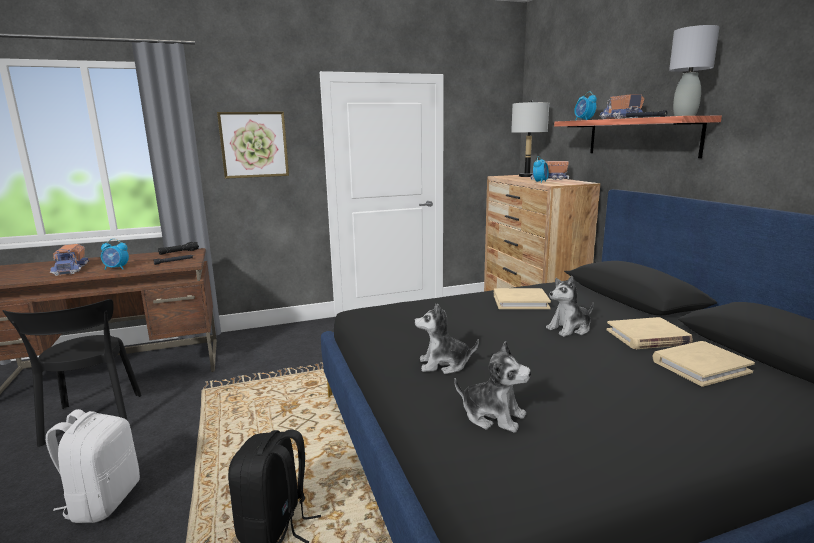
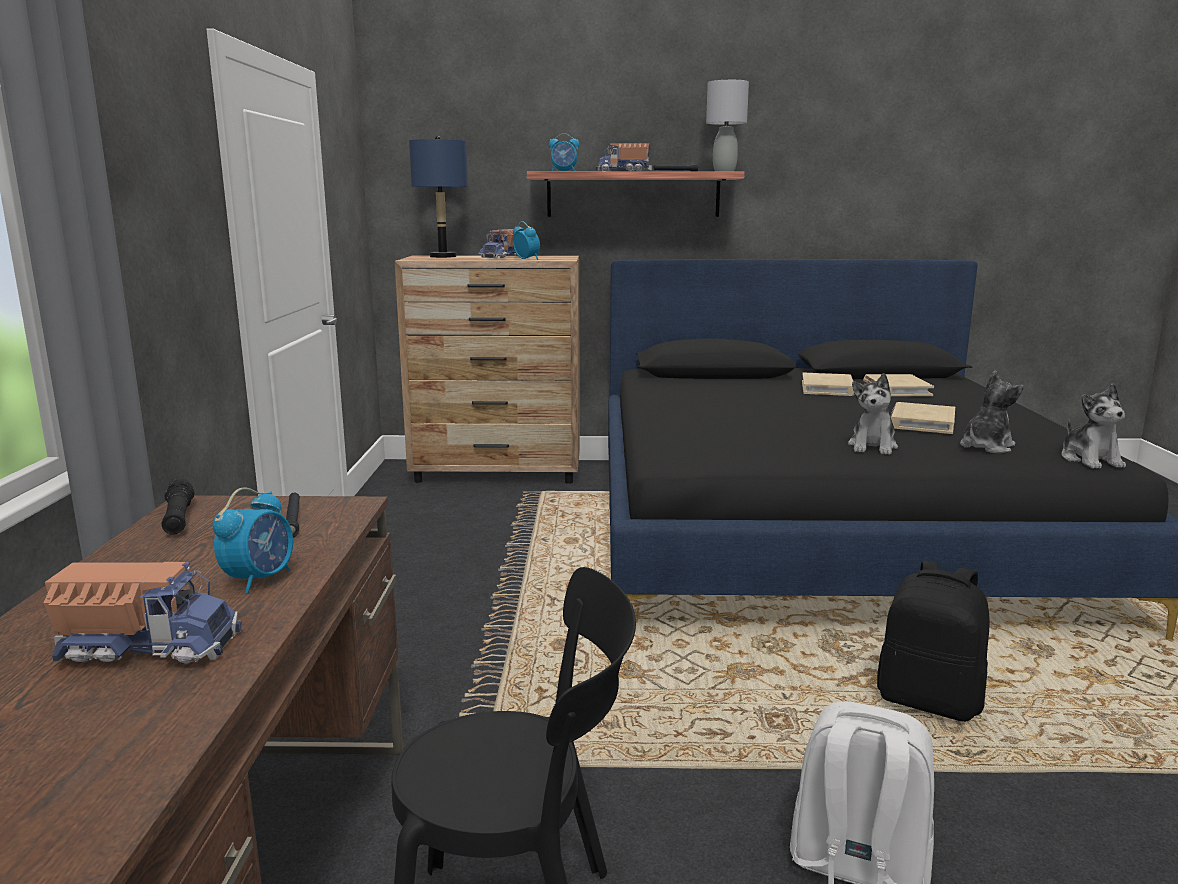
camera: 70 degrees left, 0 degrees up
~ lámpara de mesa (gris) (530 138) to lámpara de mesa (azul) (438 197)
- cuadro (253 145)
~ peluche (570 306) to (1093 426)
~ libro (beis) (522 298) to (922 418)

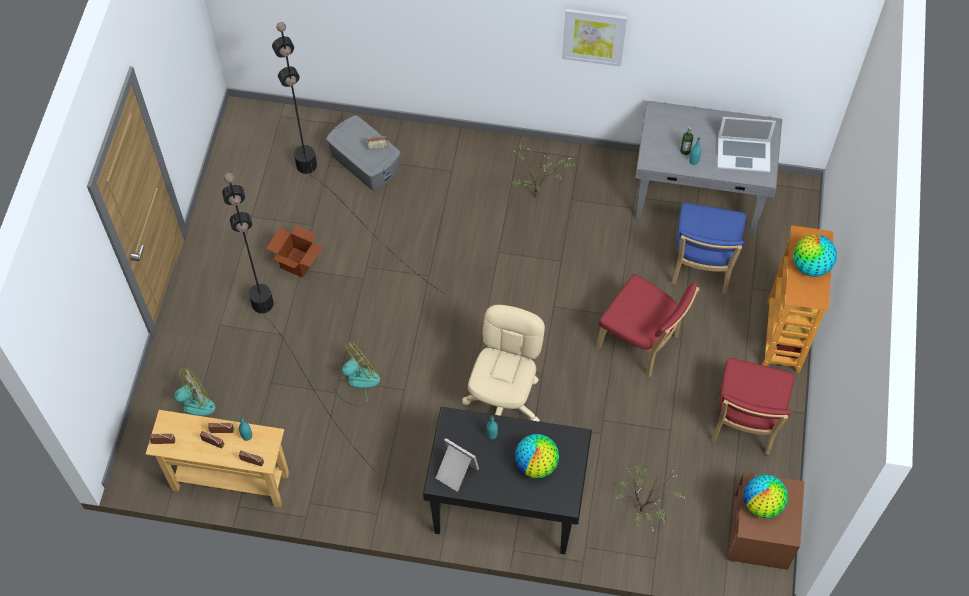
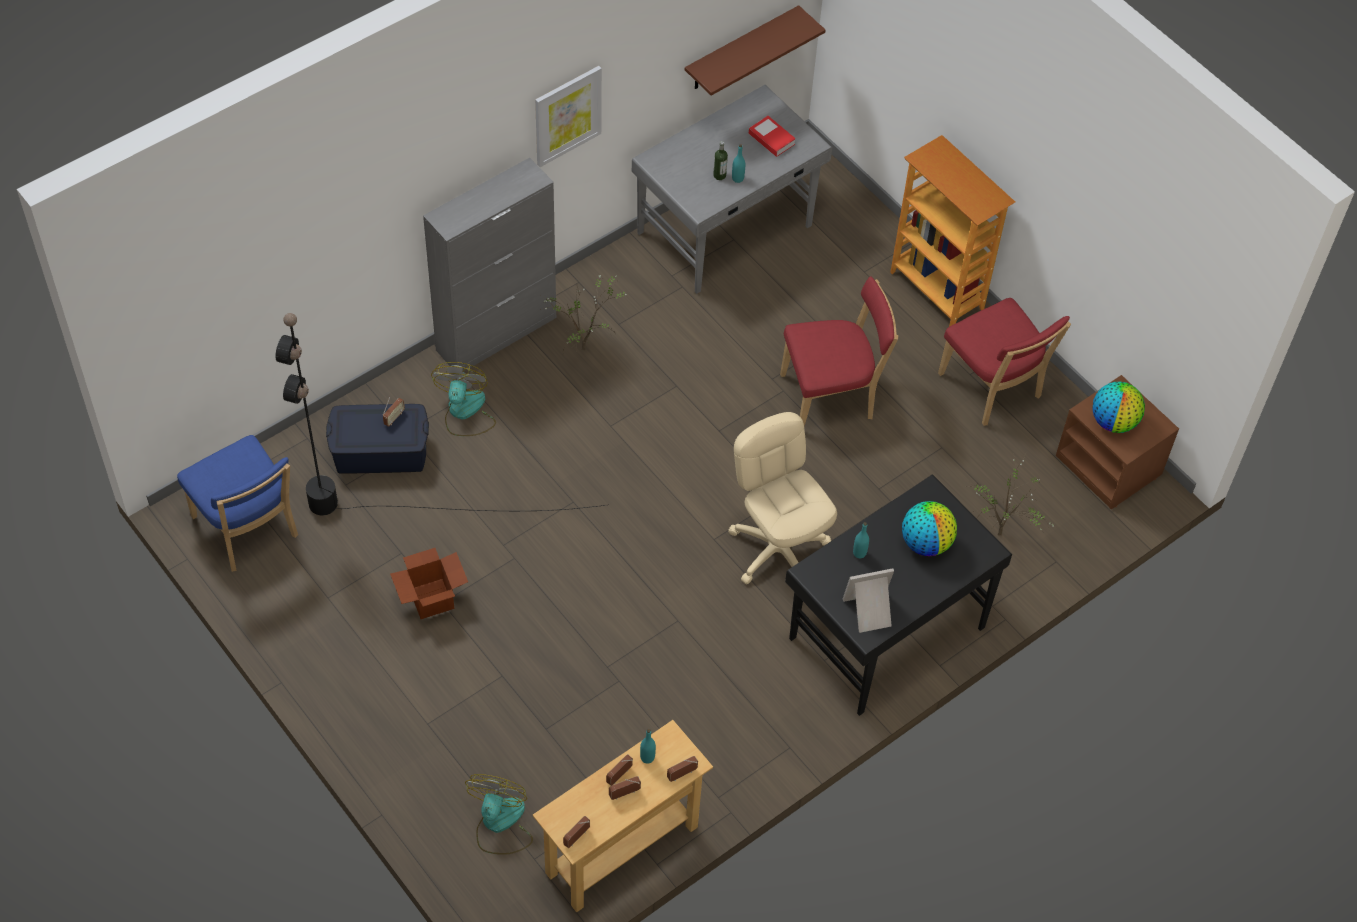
camera: 50 degrees left, 5 degrees down
~ caja de almacenaje (gris) (363 153) to caja de almacenaje (azul) (377 439)
~ portátil (746 144) to libro (772 136)
- lámpara de pie (negro) (296 319)
~ silla (azul) (708 248) to (237 503)
- globo terráqueo (815 255)
~ ventilador (357 374) to (463 399)
+ estante (marrón) (755 50)
+ armario (gris) (489 265)

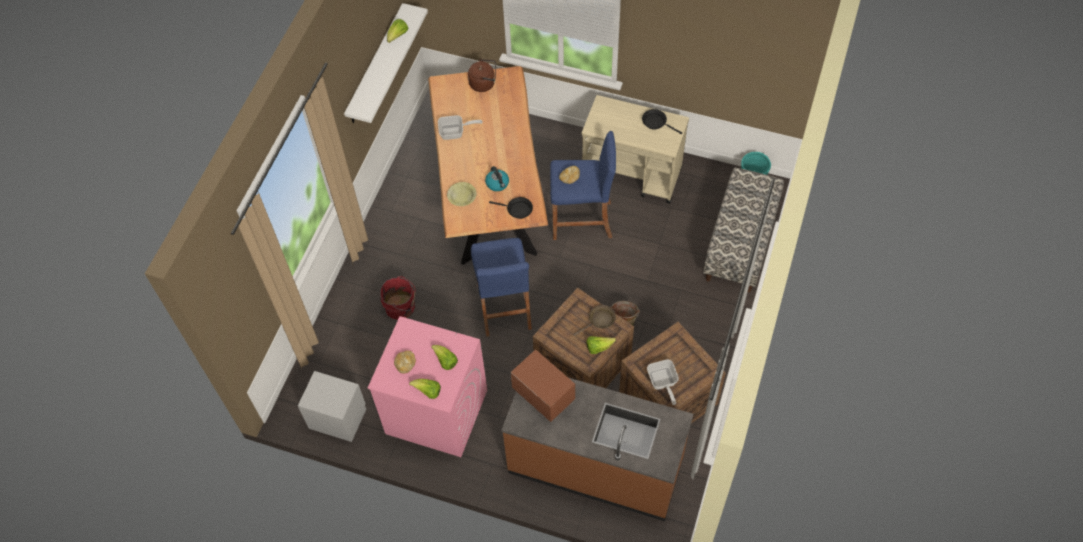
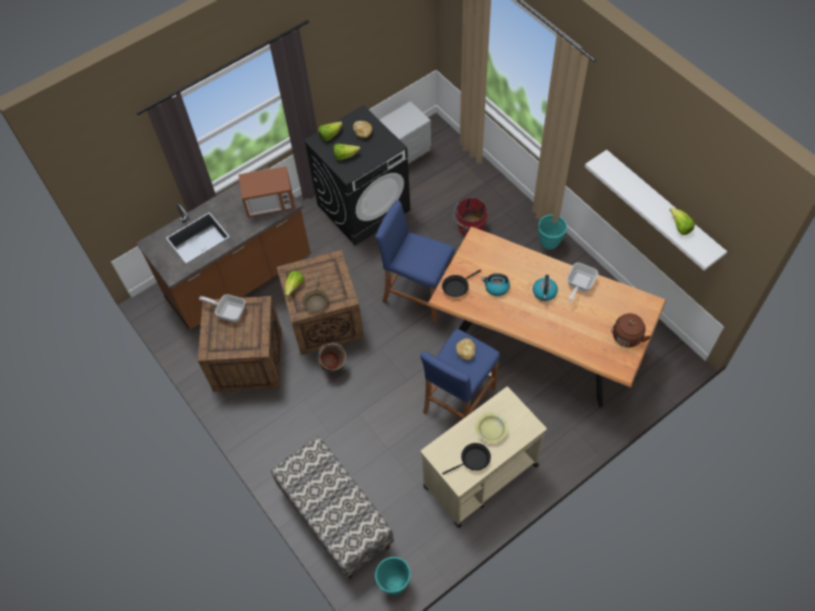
camera: 125 degrees right, 0 degrees up
~ cuenco (amarillo) (462 194) to (492 427)
~ lavadora (rosa) (427 386) to lavadora (negro) (357 175)
+ maceta (turquesa) (552 232)
+ hervidor (545 288)

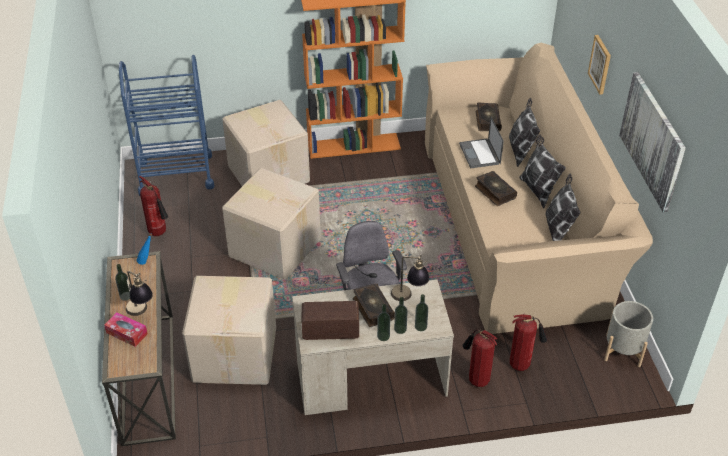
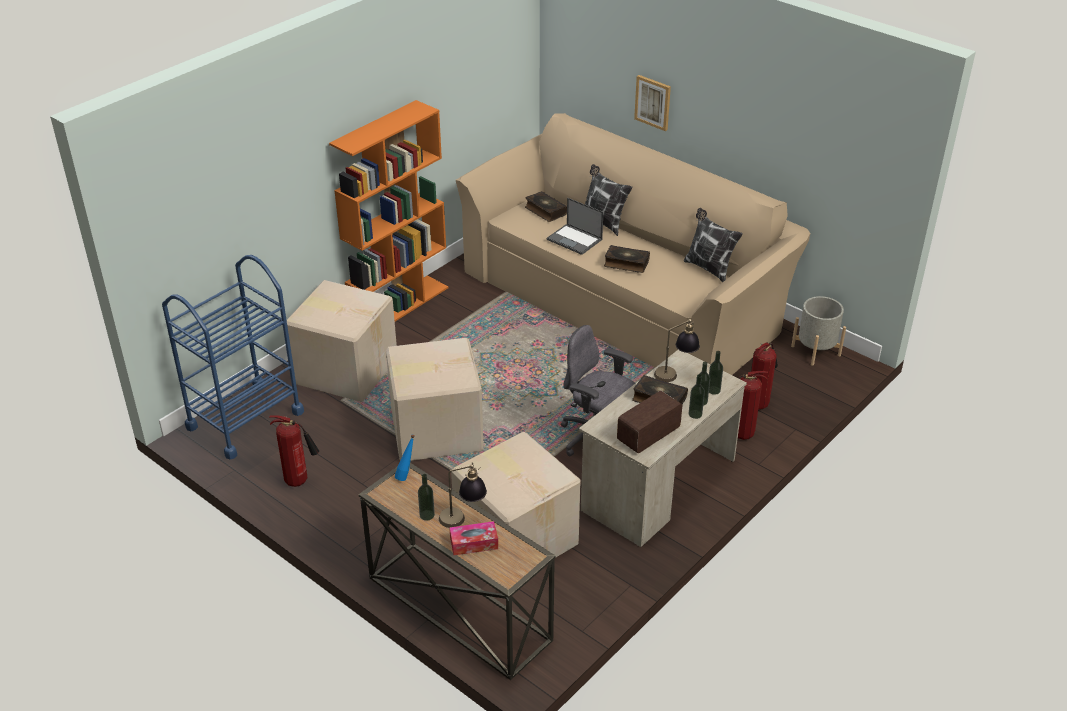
camera: 40 degrees left, 5 degrees down
- cuadro (652 142)
- cojín (542 171)

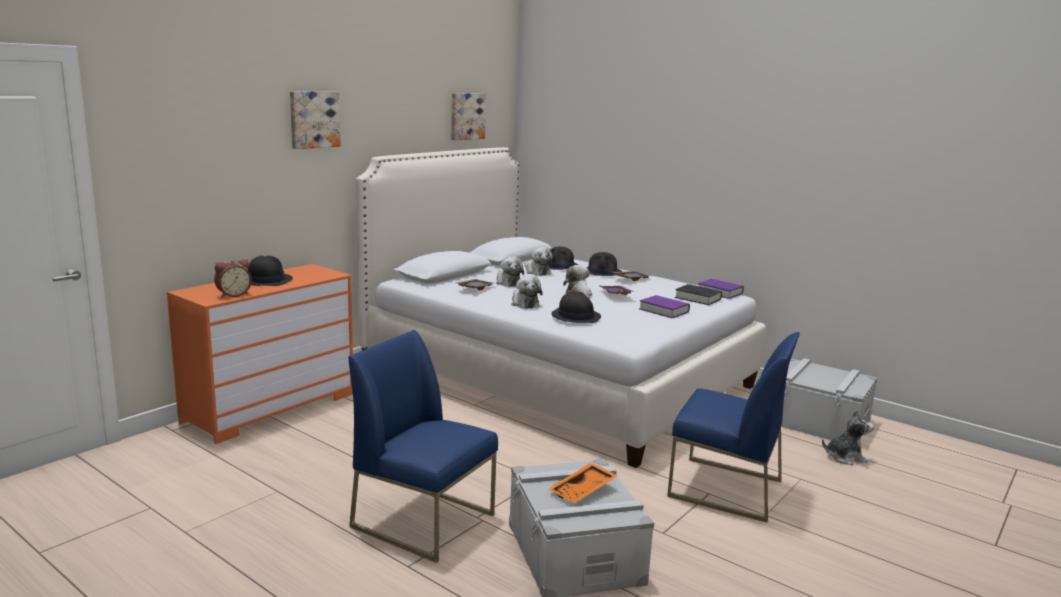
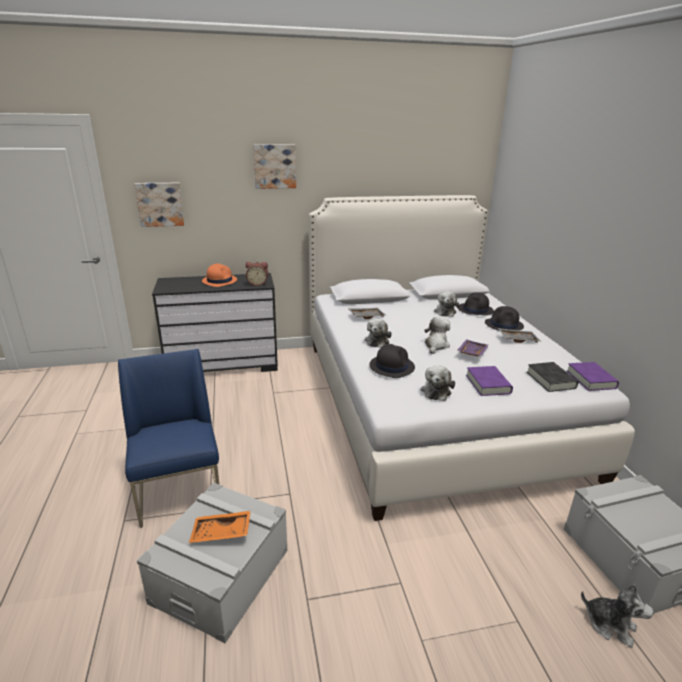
camera: 40 degrees right, 10 degrees up
~ cuadro (468 116) to (159 205)
~ sombrero (negro) (270 271) to sombrero (naranja) (219 275)
~ peluche (510 271) to (438 383)
~ despertador (233 278) to (257 274)
~ cómoda (naranja) (260 354) to cómoda (negro) (215 322)
- silla (azul) (733 427)

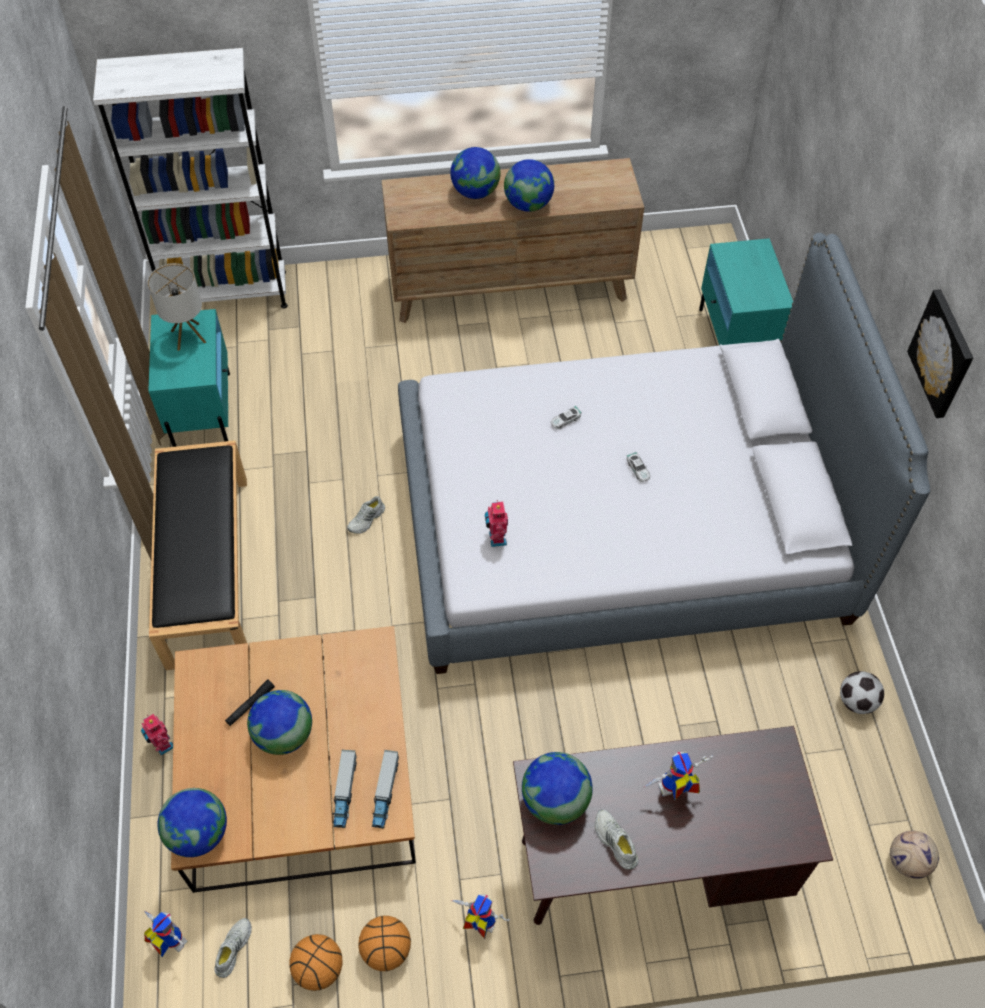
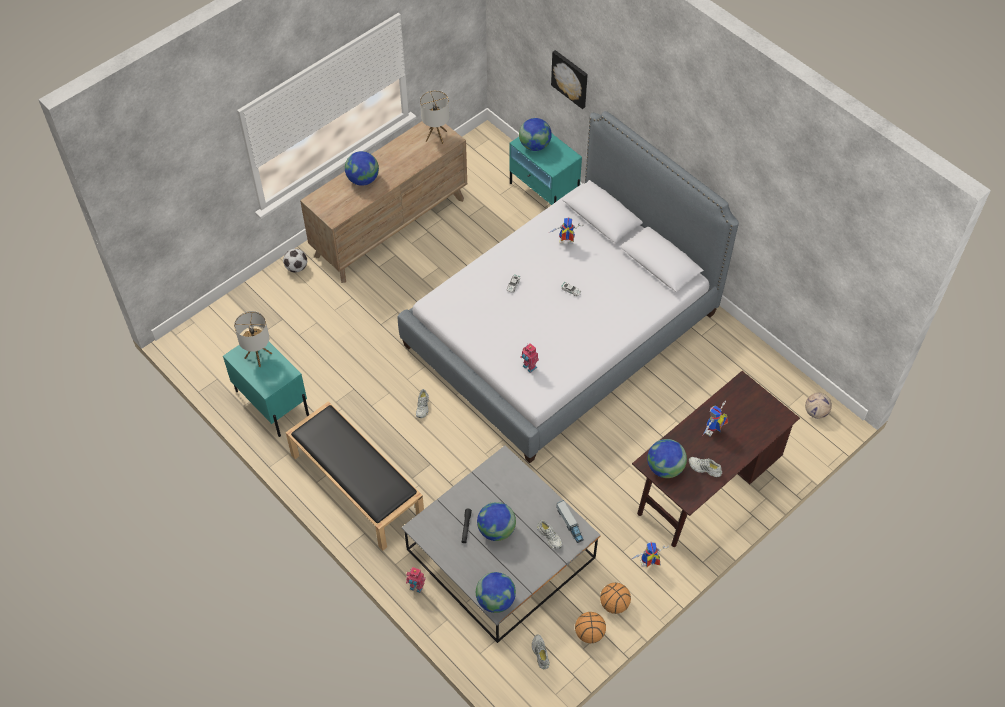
camera: 35 degrees left, 0 degrees up
- estantería (blanco) (190 178)
~ globo terráqueo (529 185) to (535 134)
~ cuadro (940 354) to (569 79)
~ mesa de centro (marrón) (293 759) to mesa de centro (gris) (501 544)
~ balón de fútbol (862 692) to (295 260)
~ camión de juguete (345 789) to zapato (blanco) (549 535)
~ robot de juguete (166 934) to (566 231)
+ lámpara de mesa (434 117)

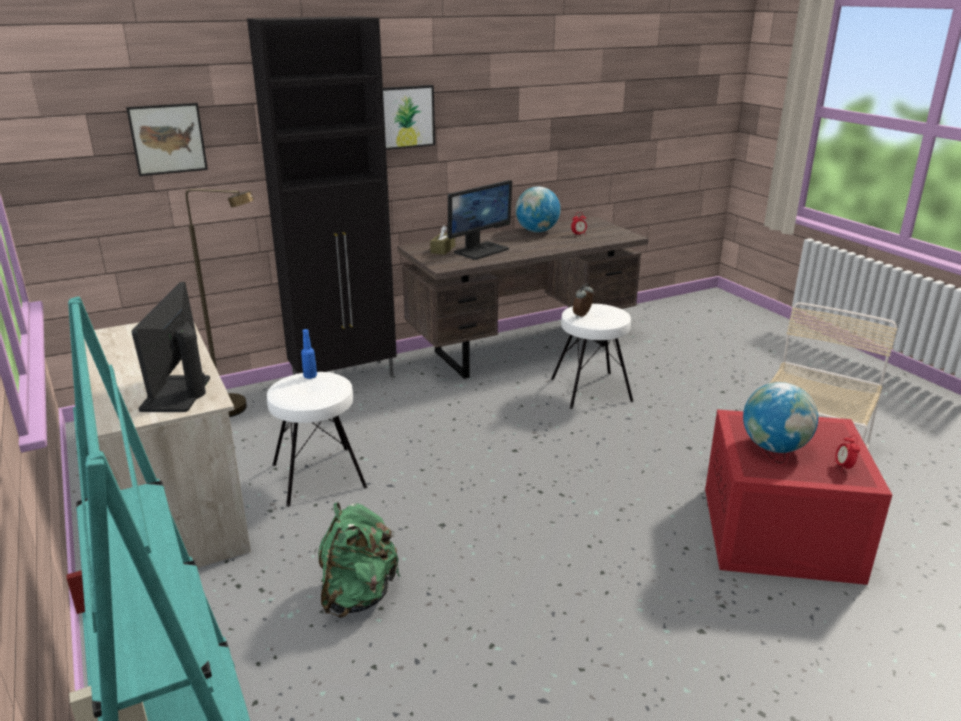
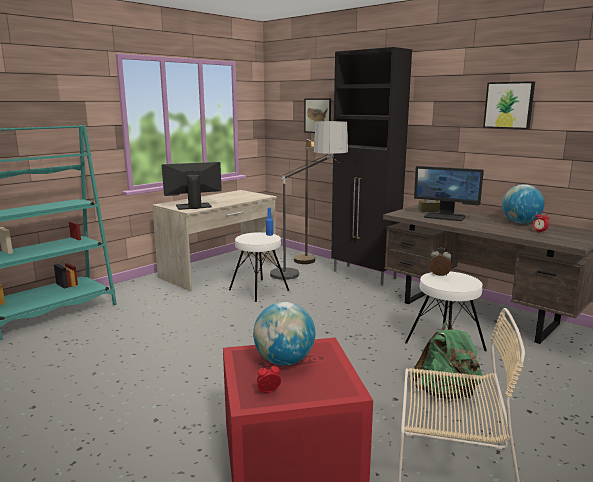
camera: 70 degrees right, 10 degrees down
~ cuadro (409 117) to (509 105)
~ mochila (verde) (359 560) to (447 359)
+ lámpara de pie (308 201)

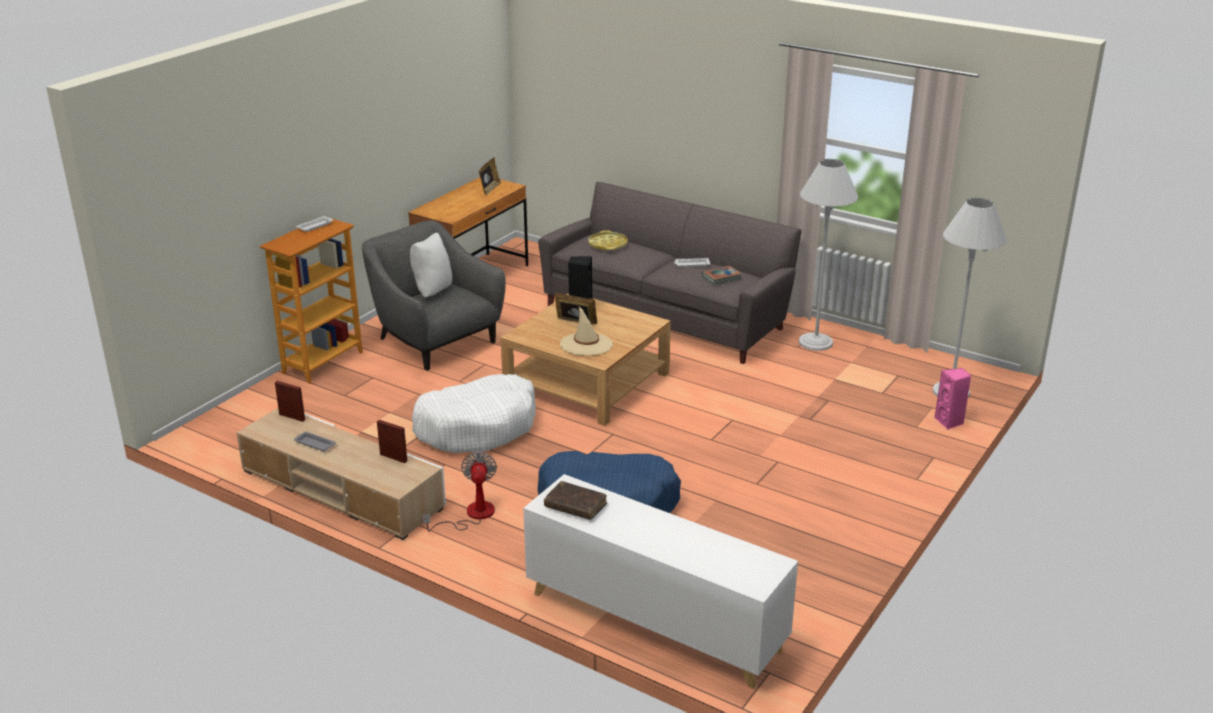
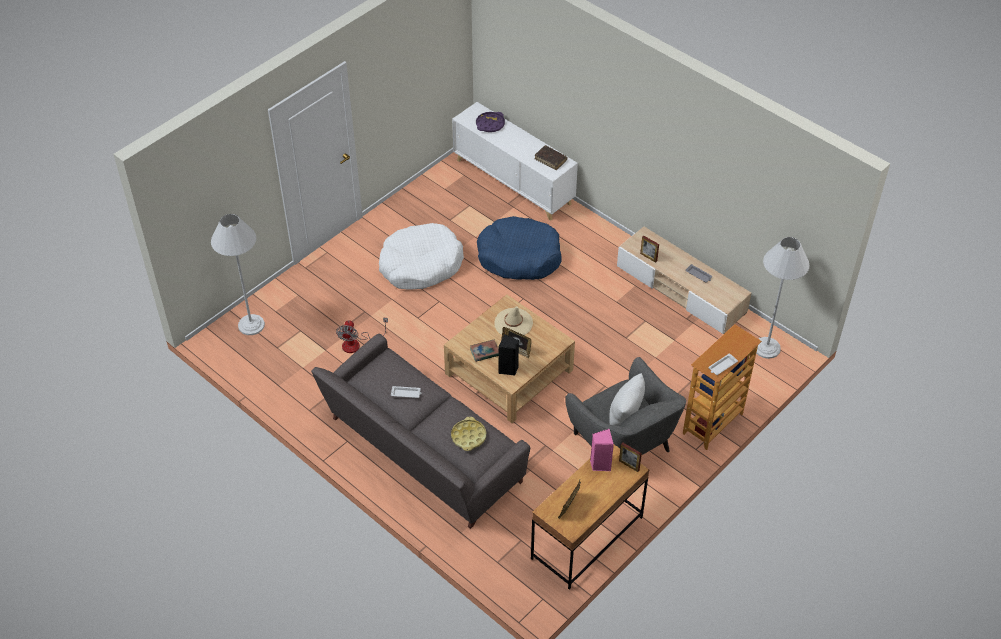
camera: 170 degrees left, 20 degrees up
~ lámpara de pie (blanco) (828 255) to (782 298)
~ libro (721 275) to (484 351)
~ altavoz (rosa) (953 399) to (602 450)
~ cama para perro (blanco) (474 413) to (421 256)
~ portarretratos (290 401) to (630 457)
~ ventilador (459 492) to (362 335)
+ bandeja (morado) (490 122)

